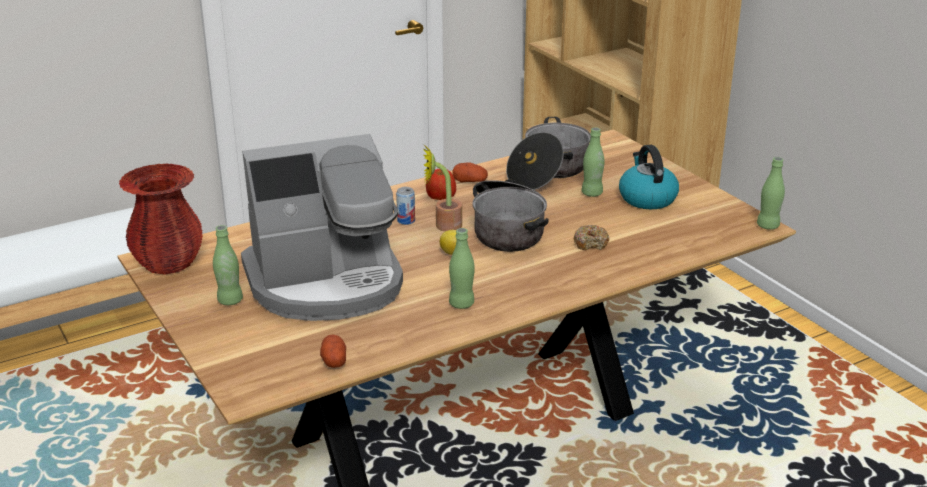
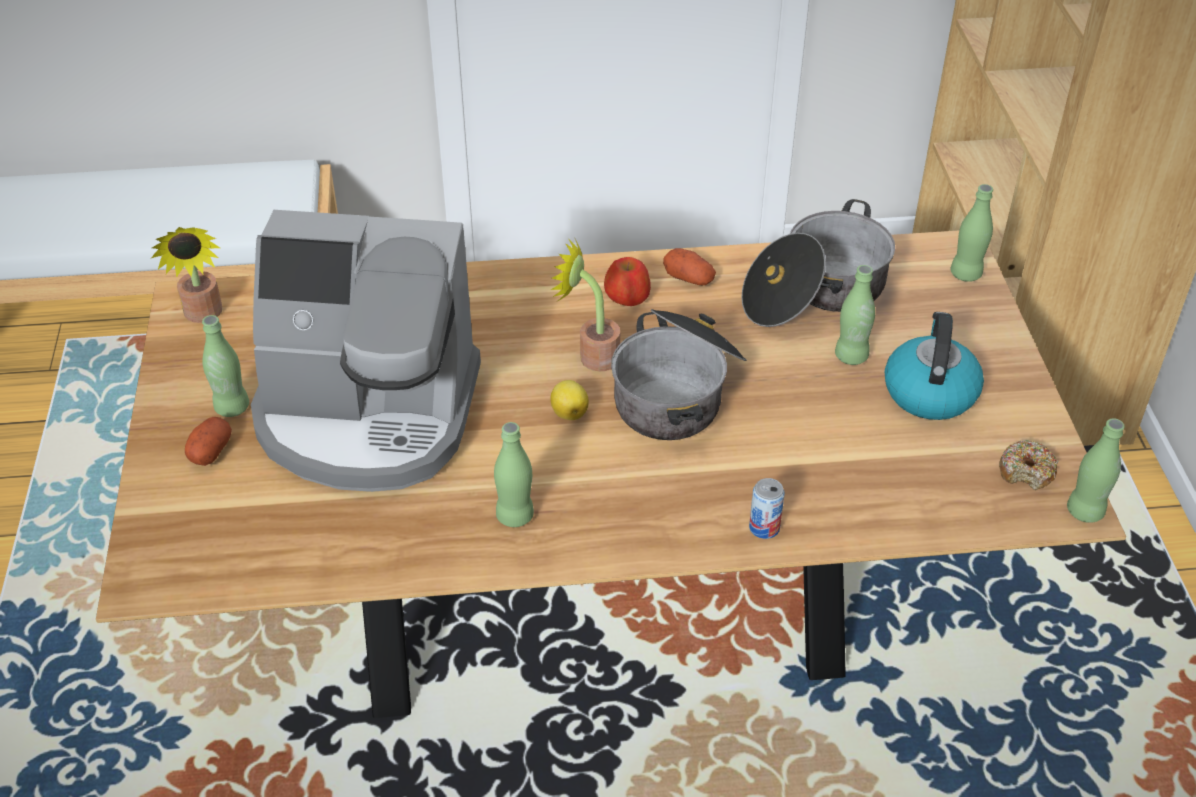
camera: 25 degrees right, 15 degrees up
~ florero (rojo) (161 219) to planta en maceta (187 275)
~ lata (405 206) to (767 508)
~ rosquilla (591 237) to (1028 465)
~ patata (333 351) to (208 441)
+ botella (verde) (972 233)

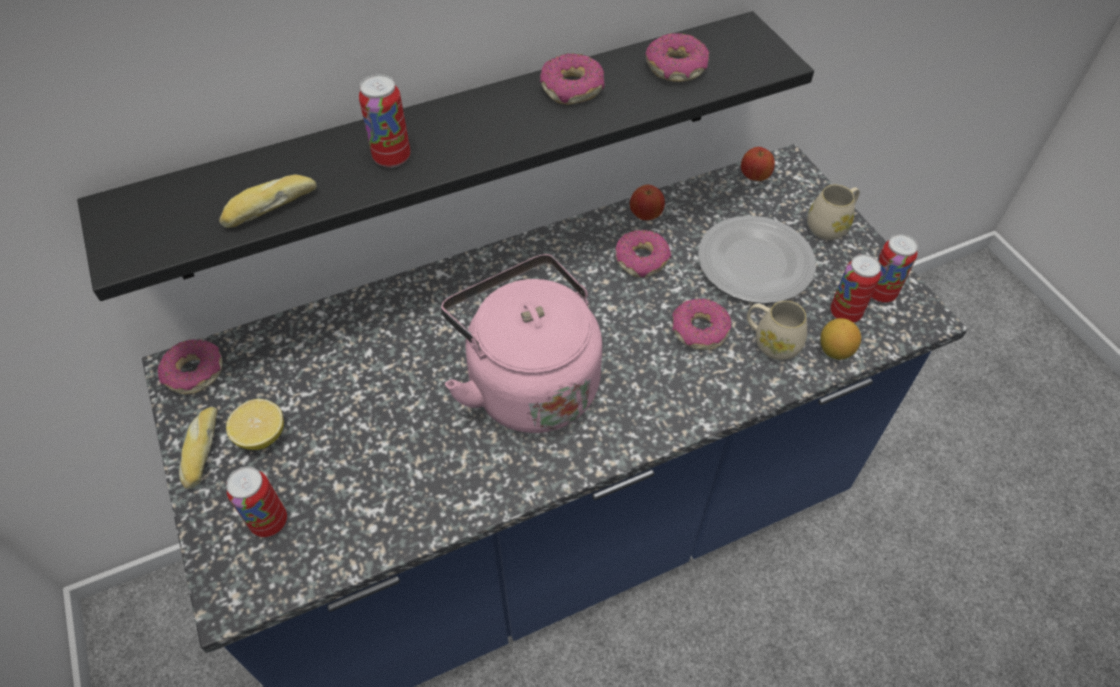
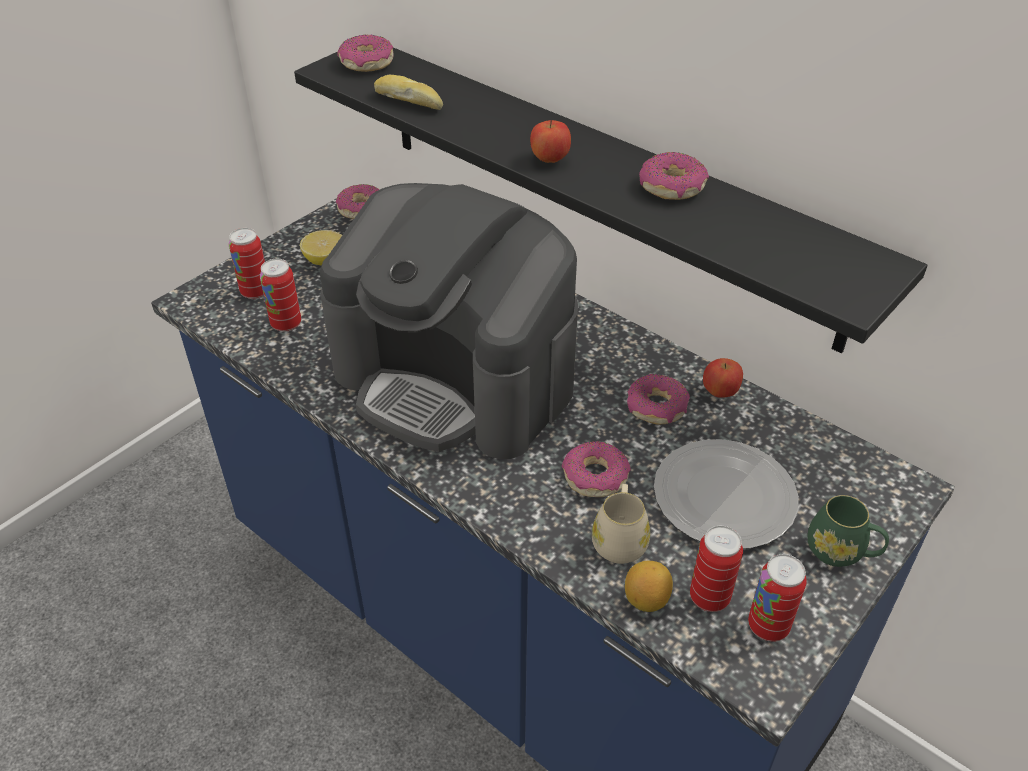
camera: 65 degrees right, 10 degrees down
~ rosquilla (677 57) to (365 53)
~ lata (384 121) to (280 295)
~ manzana (758 164) to (550 141)
~ taza grande (beis) (833 212) to taza grande (verde) (848 531)
~ hervidor (rosa) (521 343) to cafetera (449 321)
- pan (198 448)

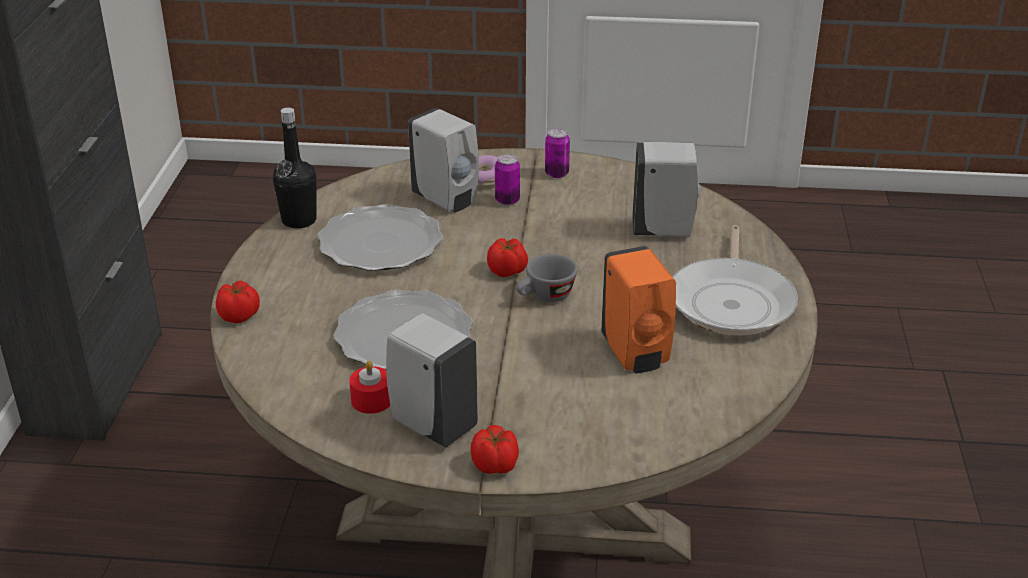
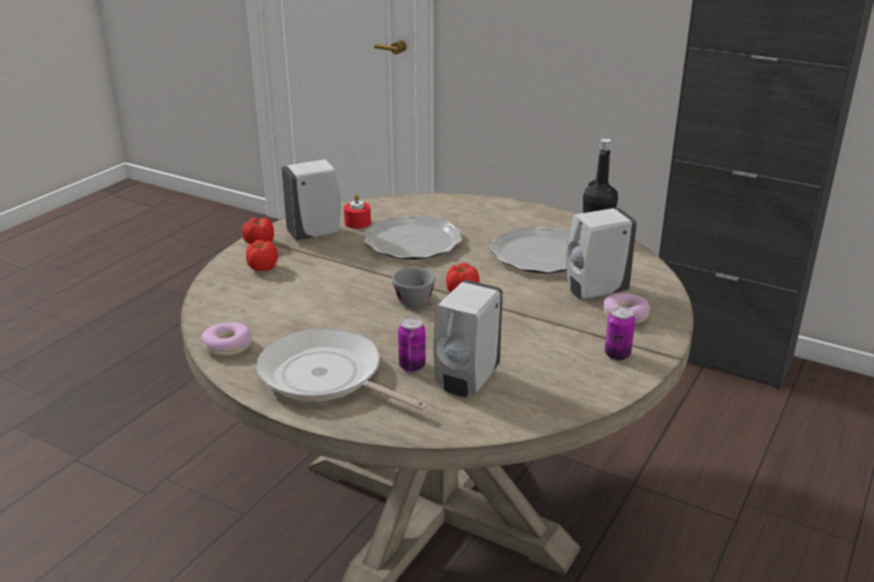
camera: 115 degrees right, 5 degrees down
~ lata (507 179) to (412 344)
- dispensador de jabón (naranja) (638 309)
~ tomate (238 302) to (262 255)
+ rosquilla (226 339)

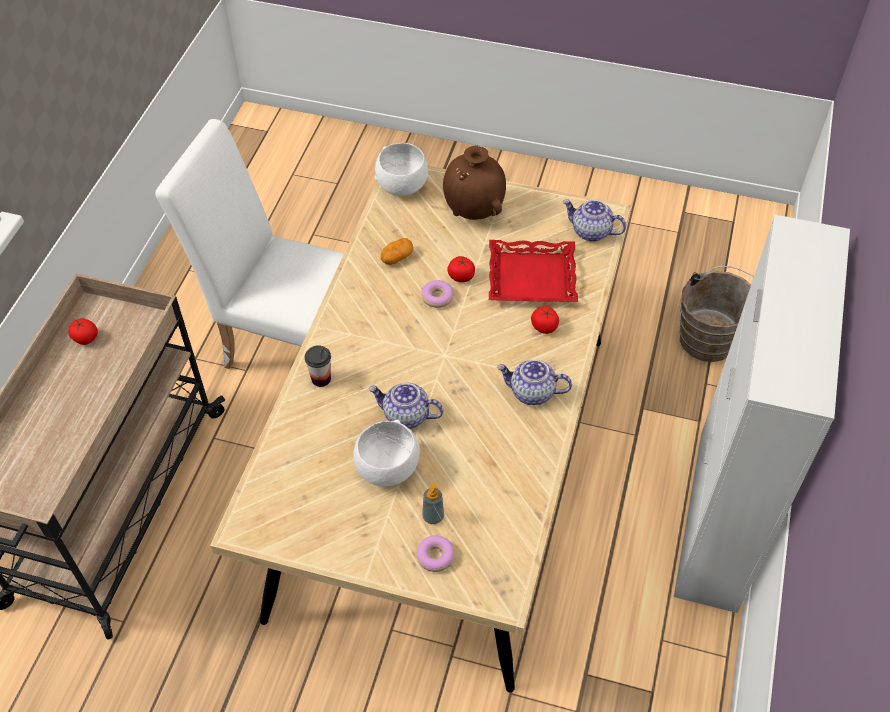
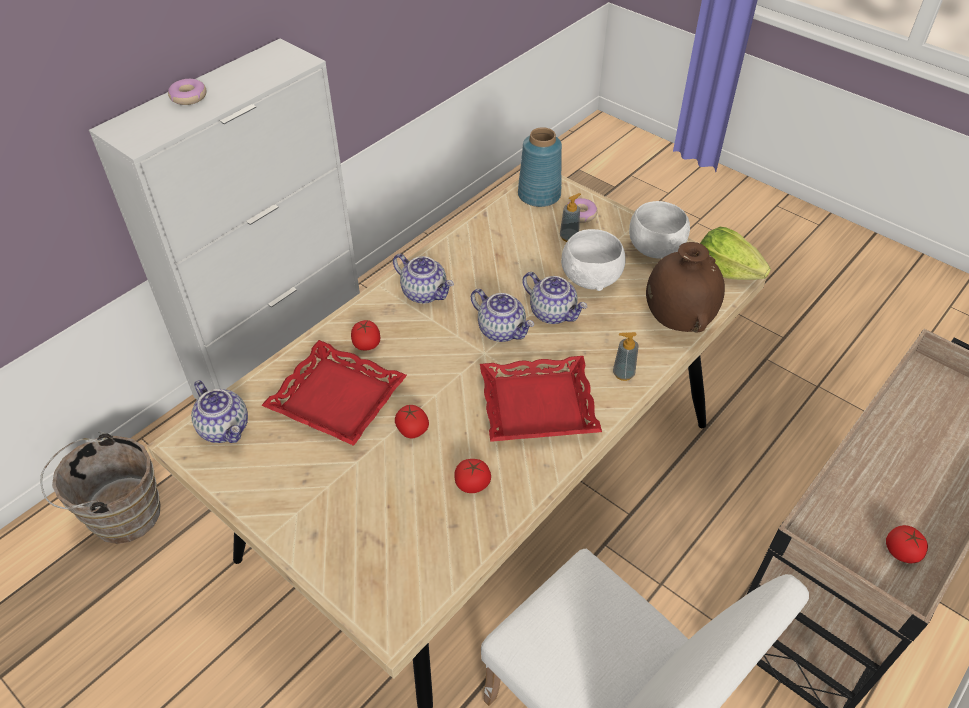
camera: 155 degrees left, 5 degrees down
~ cuenco (blanco) (401 169) to (659 230)
~ florero (marrón) (474 183) to (685 287)
~ patata (397 251) to tomate (472 476)
~ rosquilla (437 294) to (187 92)
~ taza (318 366) to dispensador de jabón (626 356)
+ florero (azul) (540 167)
+ lechuga (735 253)
+ tetera (502 315)
+ bandeja (rojo) (541 399)

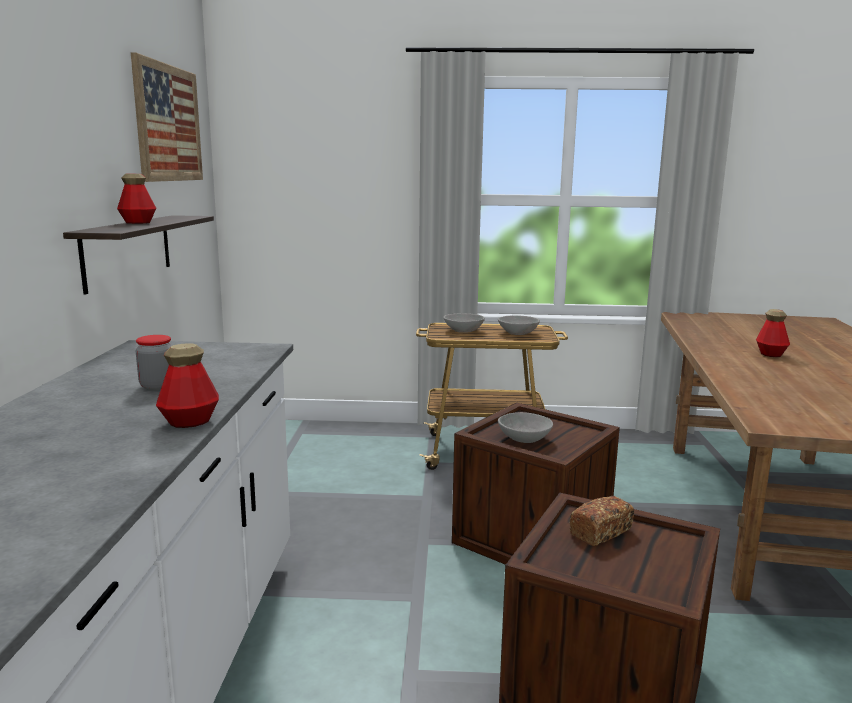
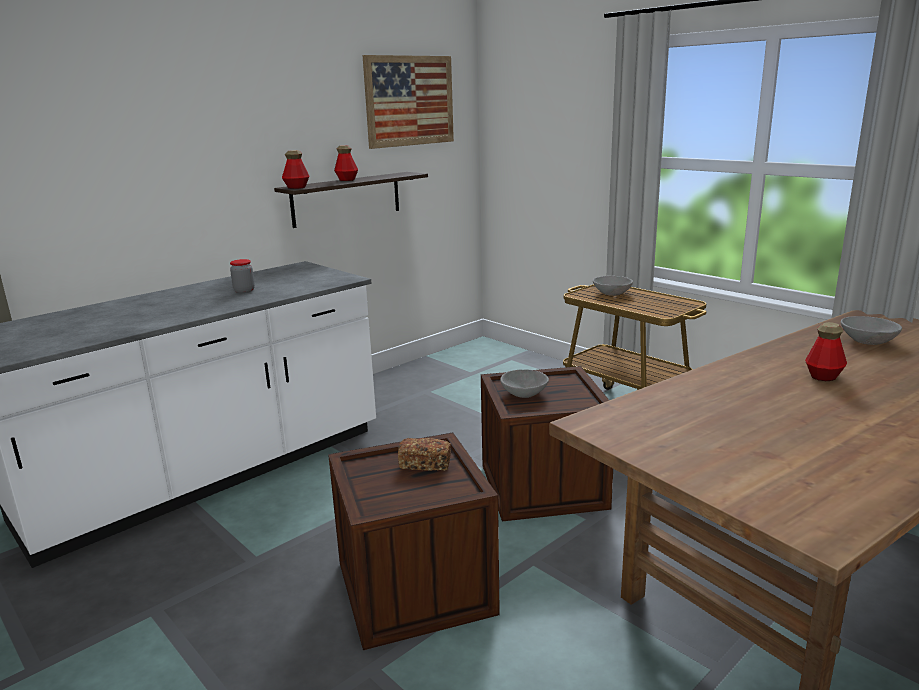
camera: 45 degrees right, 5 degrees up
~ cuenco (gris) (519 325) to (871 330)
~ botella (187 385) to (296 169)

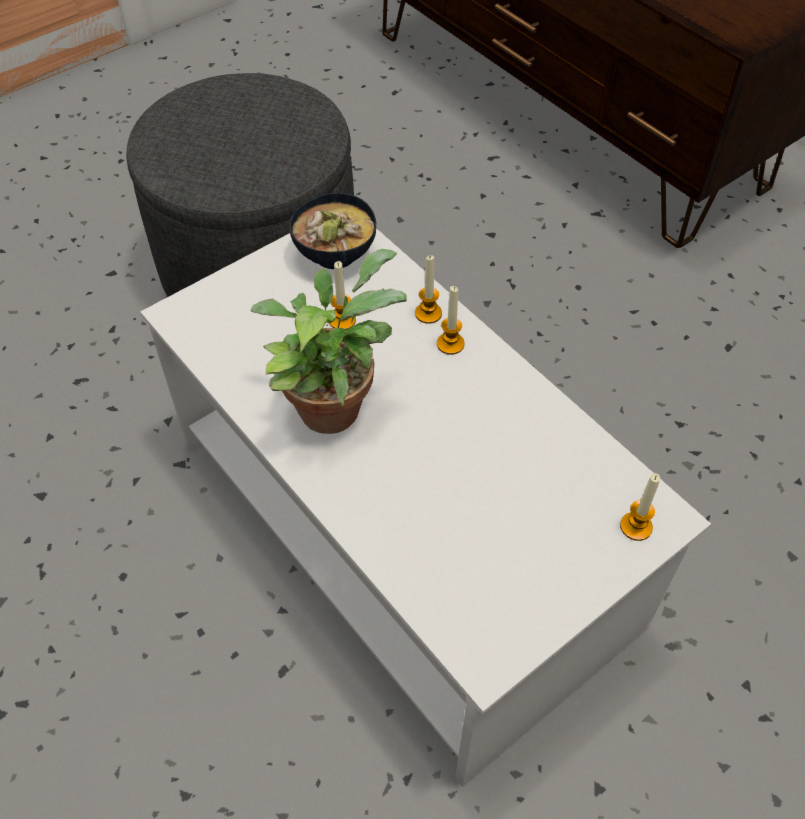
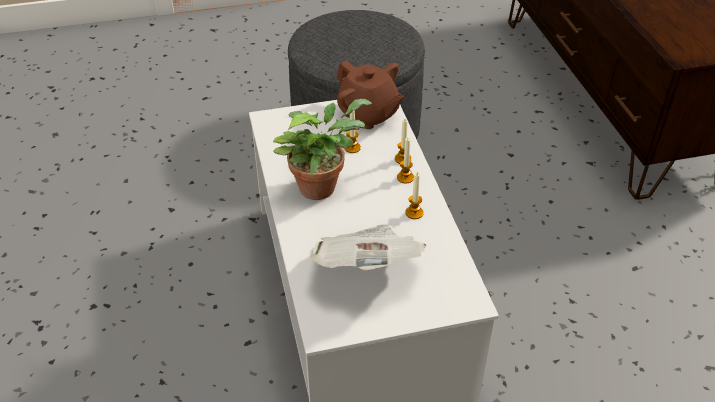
camera: 25 degrees right, 10 degrees down
~ cuenco (332 231) to tetera (marrón) (370 95)
~ vela (640 507) to (415 195)
+ periódico (368 247)

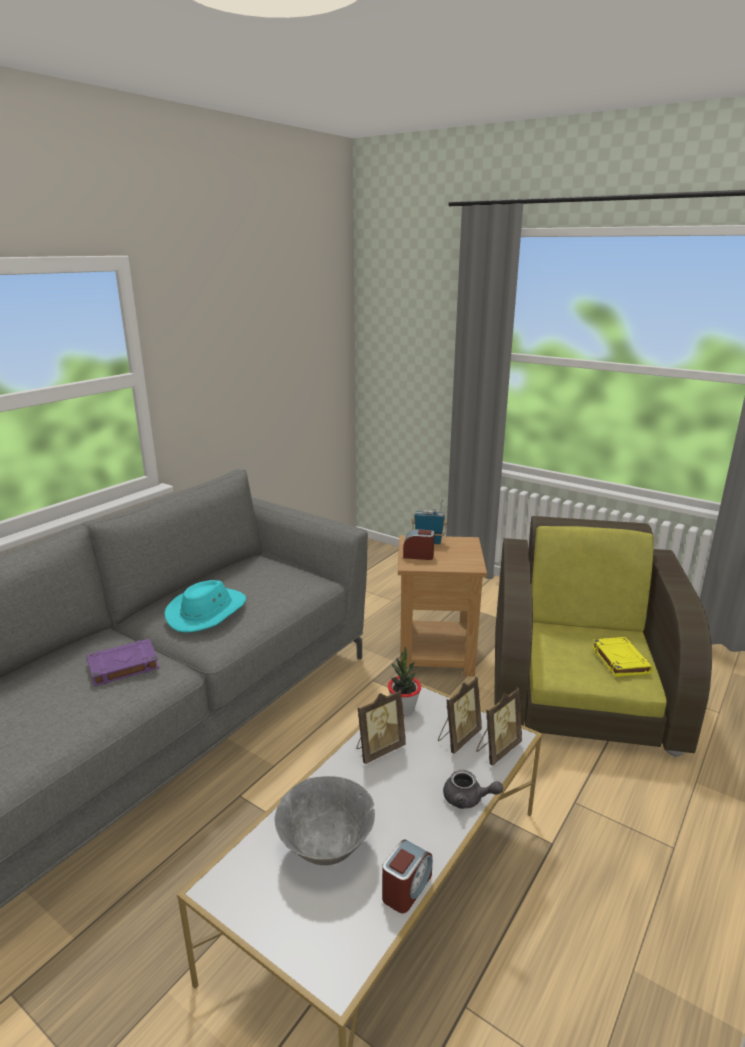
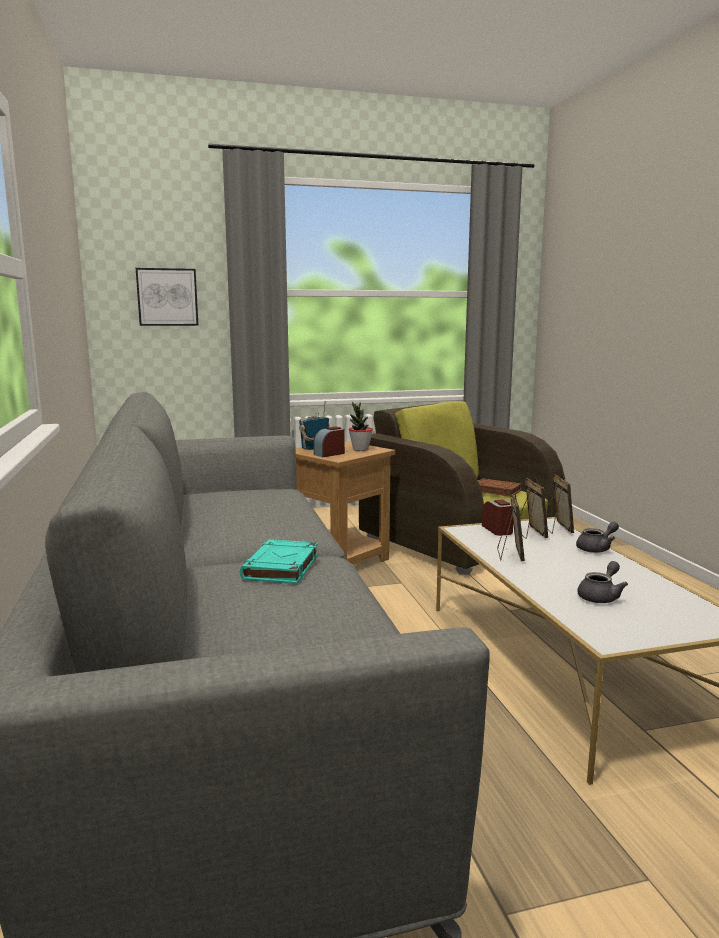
camera: 50 degrees left, 10 degrees down
- sombrero (turquesa) (205 606)
~ libro (amarillo) (622 657) to libro (marrón) (500 488)
~ libro (morado) (122 662) to libro (turquesa) (278 561)
~ planta en maceta (404 681) to (361 426)
~ cuenco (gris) (324 820) to tetera (gris) (602 582)
~ despertador (407 876) to (497 517)
+ cuadro (167 297)

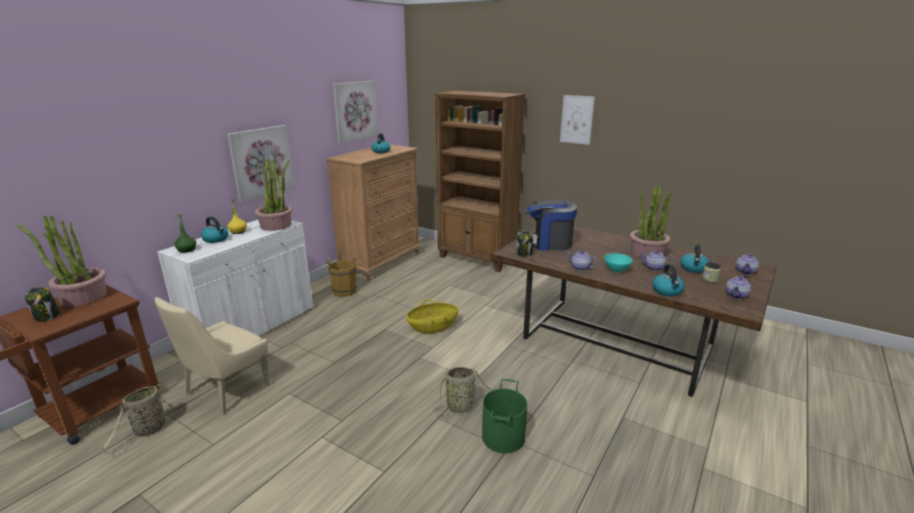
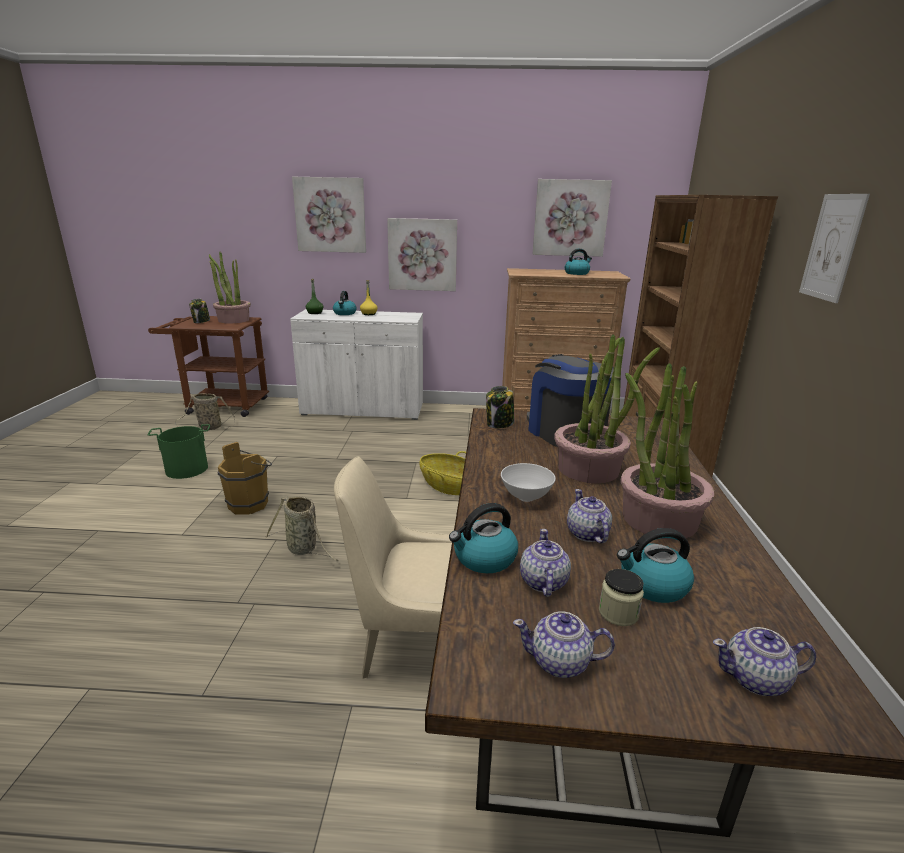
camera: 60 degrees right, 0 degrees up
~ planta en maceta (273 195) to (607 409)
~ tetera (582 260) to (545 563)
~ cuenco (turquesa) (618 262) to cuenco (blanco) (528 482)
~ cubo (marrón) (341 275) to (244 478)
~ silla (beis) (212 356) to (393 567)
~ cubo (verde) (505 416) to (179 451)
+ cuadro (329 215)

